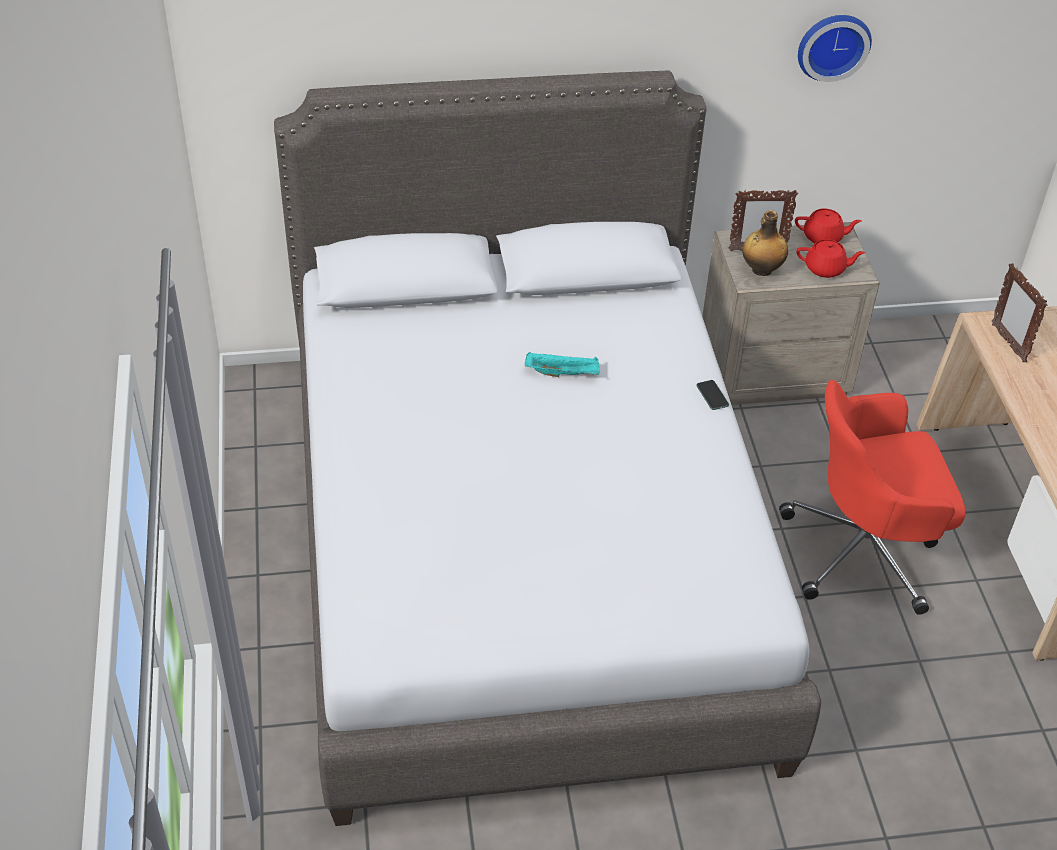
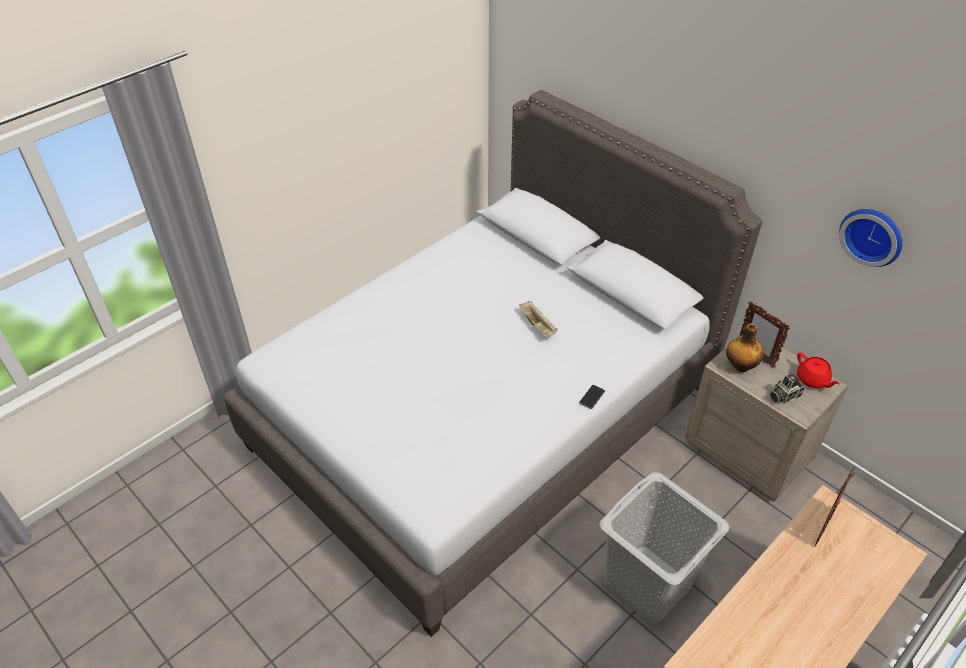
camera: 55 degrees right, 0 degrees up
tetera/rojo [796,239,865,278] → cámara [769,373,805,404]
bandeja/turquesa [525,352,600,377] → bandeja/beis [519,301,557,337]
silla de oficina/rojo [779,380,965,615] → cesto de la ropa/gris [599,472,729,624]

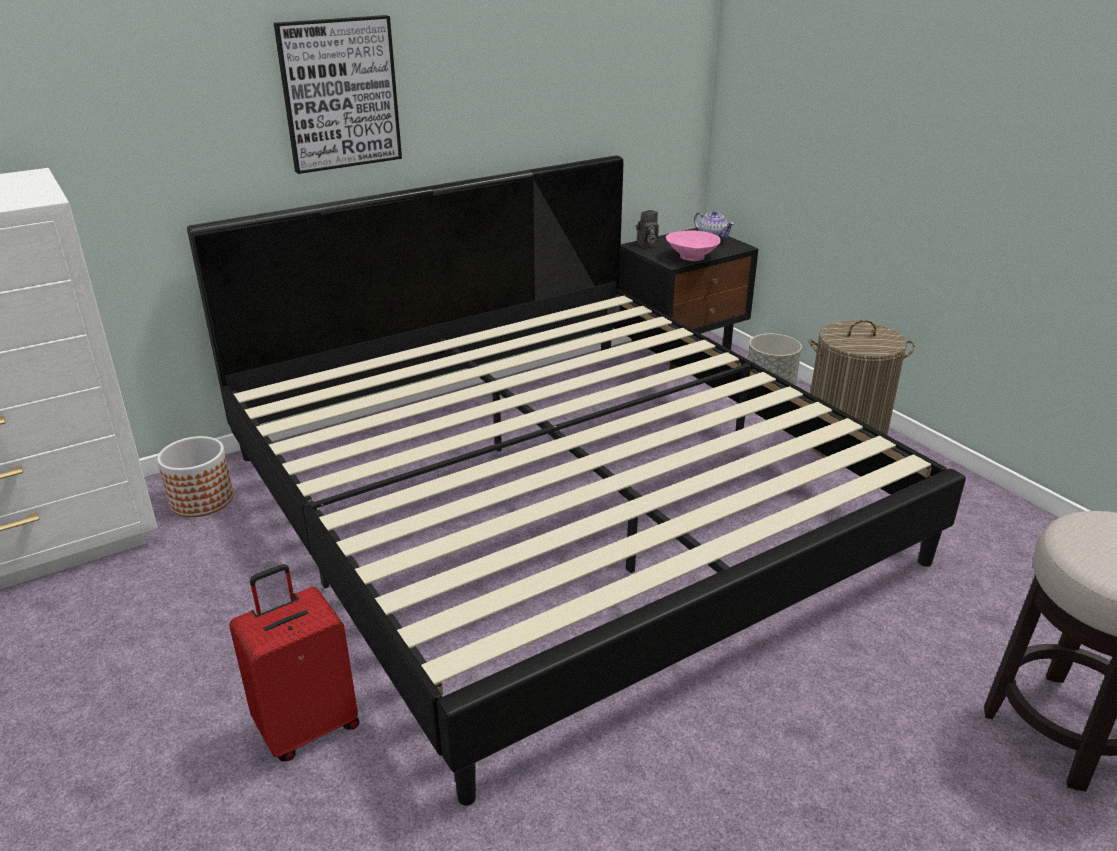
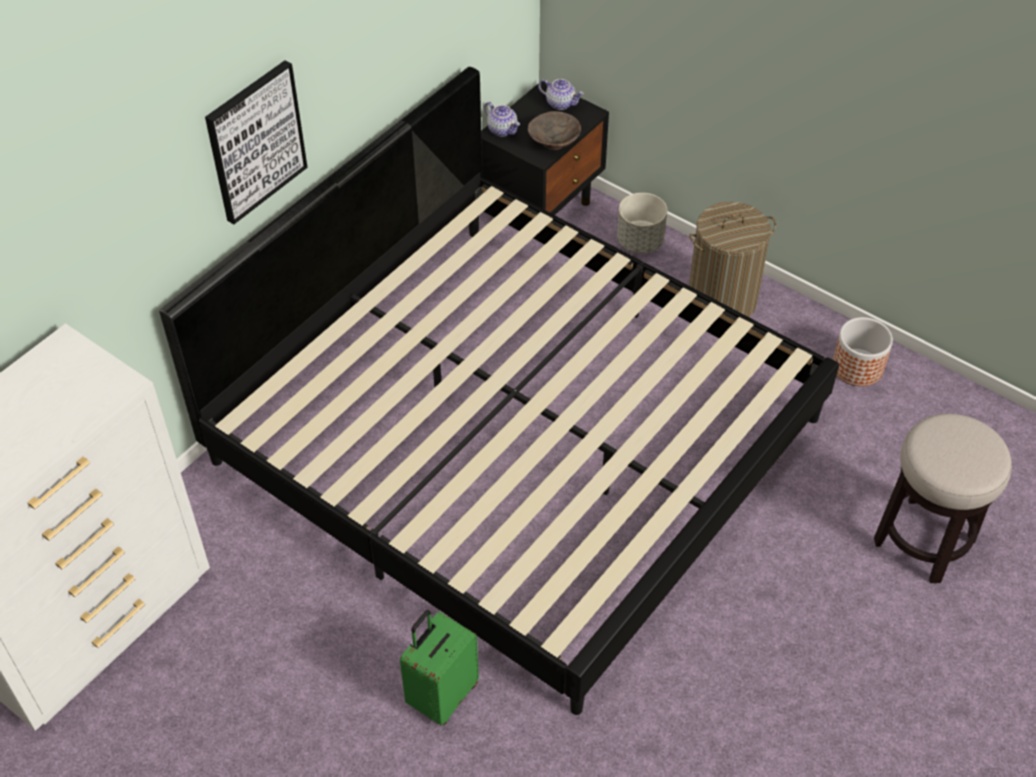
camera: 20 degrees left, 20 degrees up
cámara [636,210,659,248] → tetera [484,102,520,137]
cuenco/rosa [666,231,721,261] → cuenco/marrón [527,111,581,150]
maceta [157,436,233,517] → maceta [833,317,893,386], shifted
maleta/rojo [229,564,359,761] → maleta/verde [400,610,479,726]

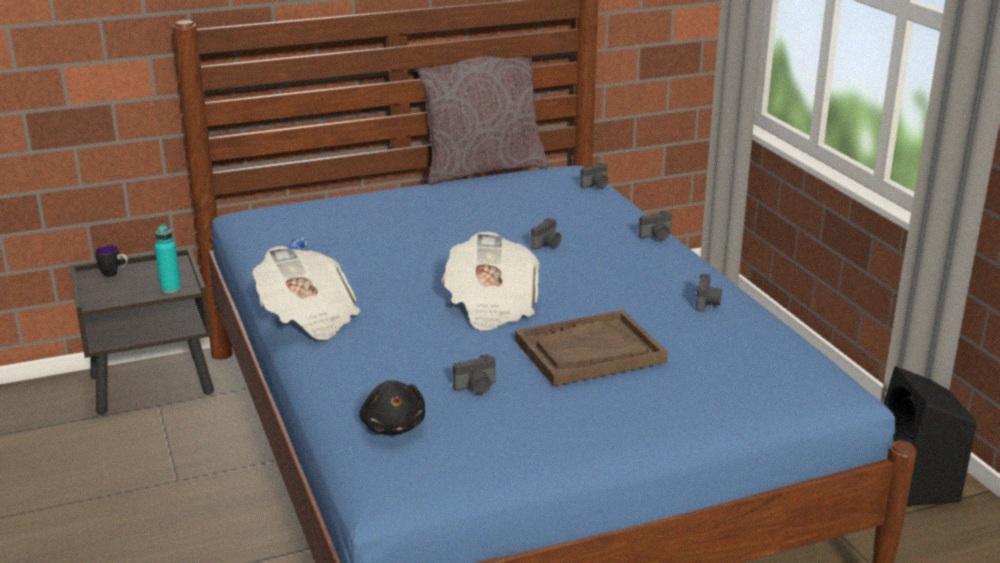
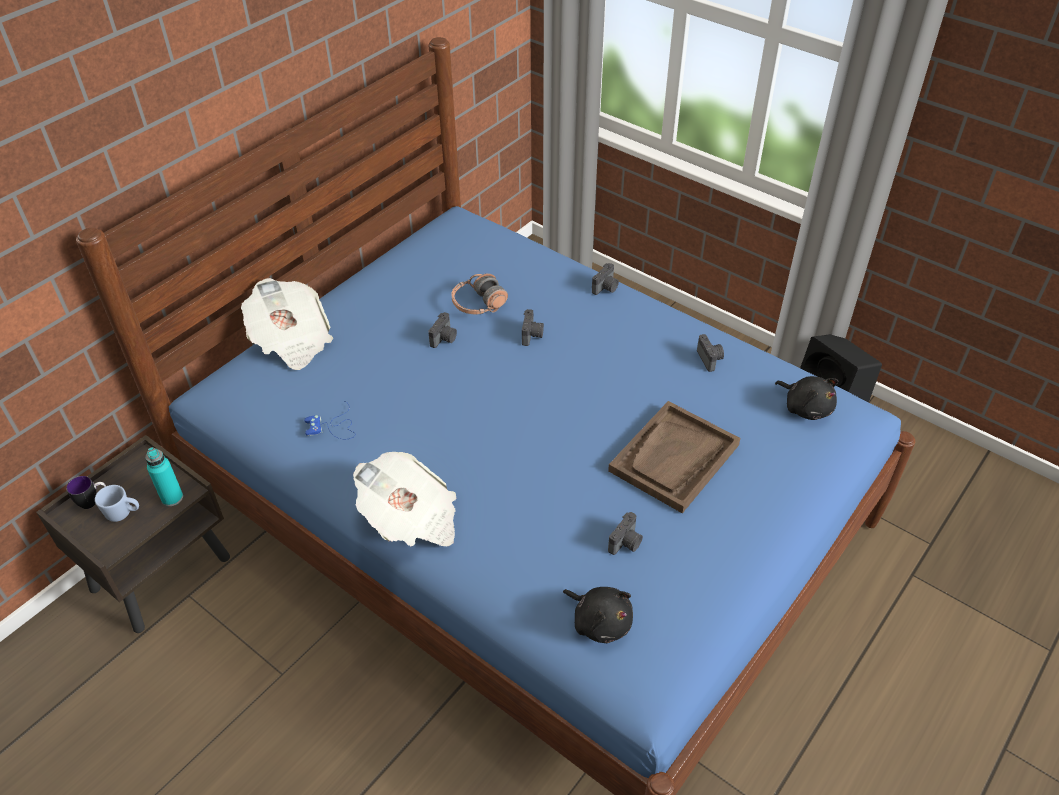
camera: 30 degrees left, 20 degrees up
cojín/gris [416,56,549,185] → -
cámara [580,162,609,189] → cámara [428,312,457,348], shifted
periódico [442,232,539,331] → periódico [241,278,333,370], shifted
- → auriculares [451,273,508,314]
- → peluche/negro [775,376,838,420]
- → taza grande/azul [95,485,139,522]

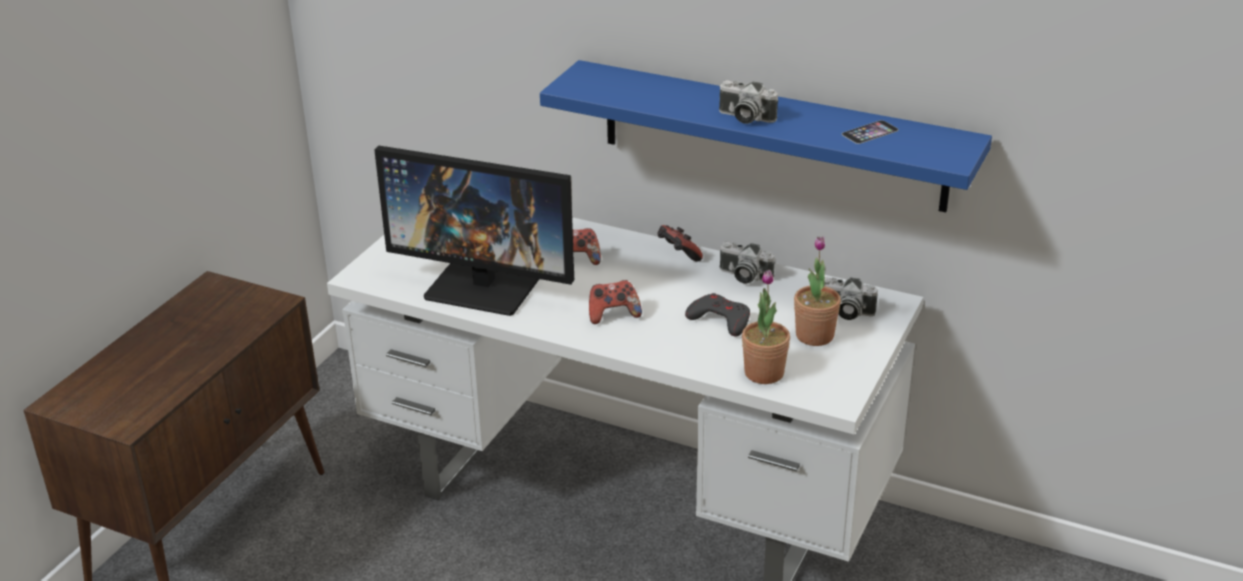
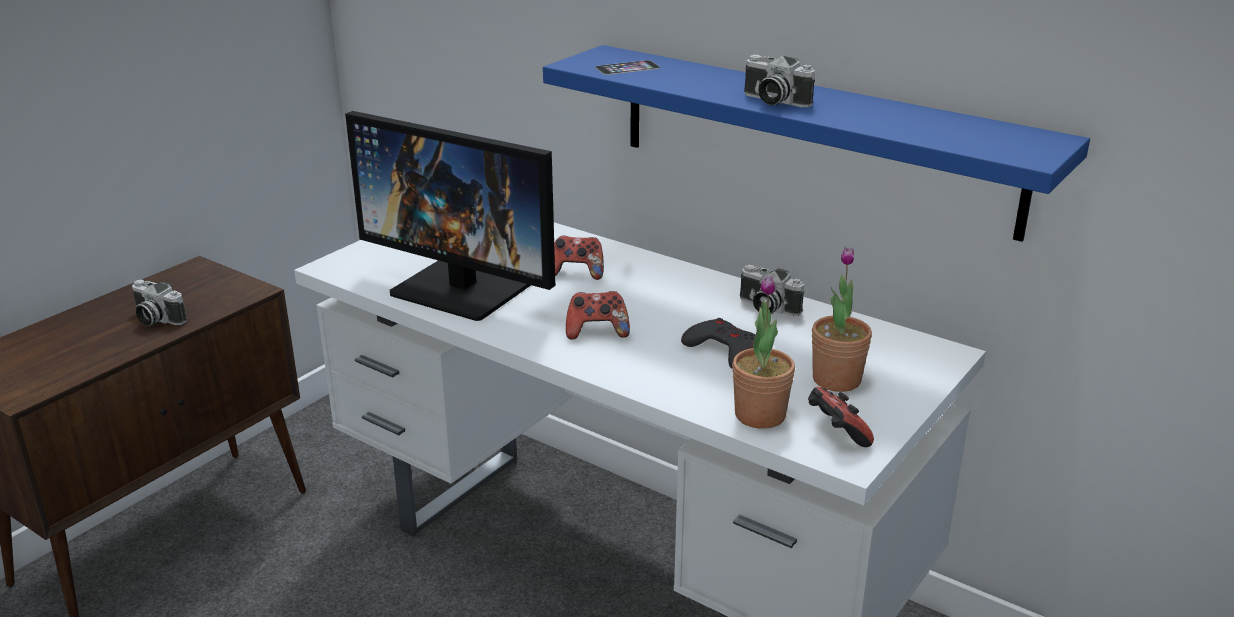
camera: 10 degrees right, 5 degrees down
móvil [842,120,898,144] → móvil [595,60,660,75], shifted
mando de consola [657,225,703,262] → mando de consola [808,387,874,447], shifted
cámara [824,277,878,320] → cámara [132,280,187,326], shifted

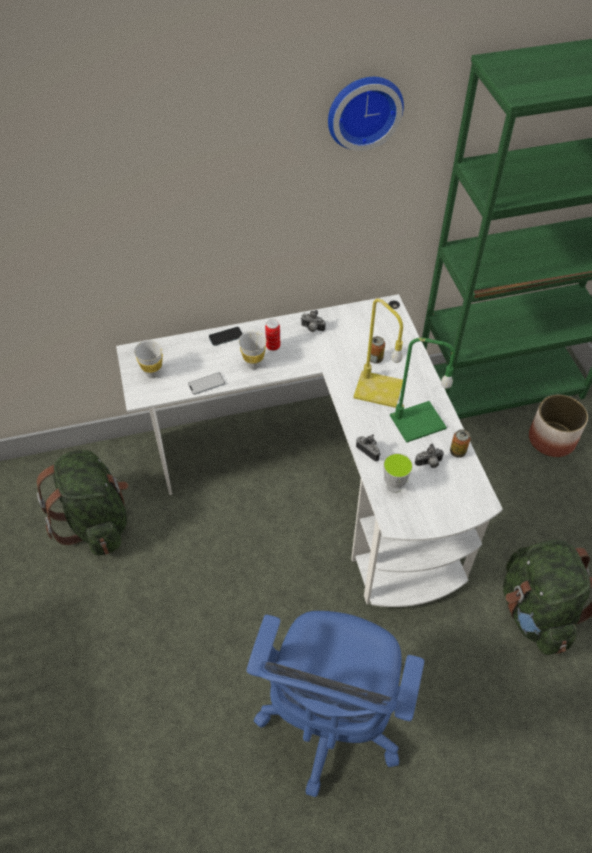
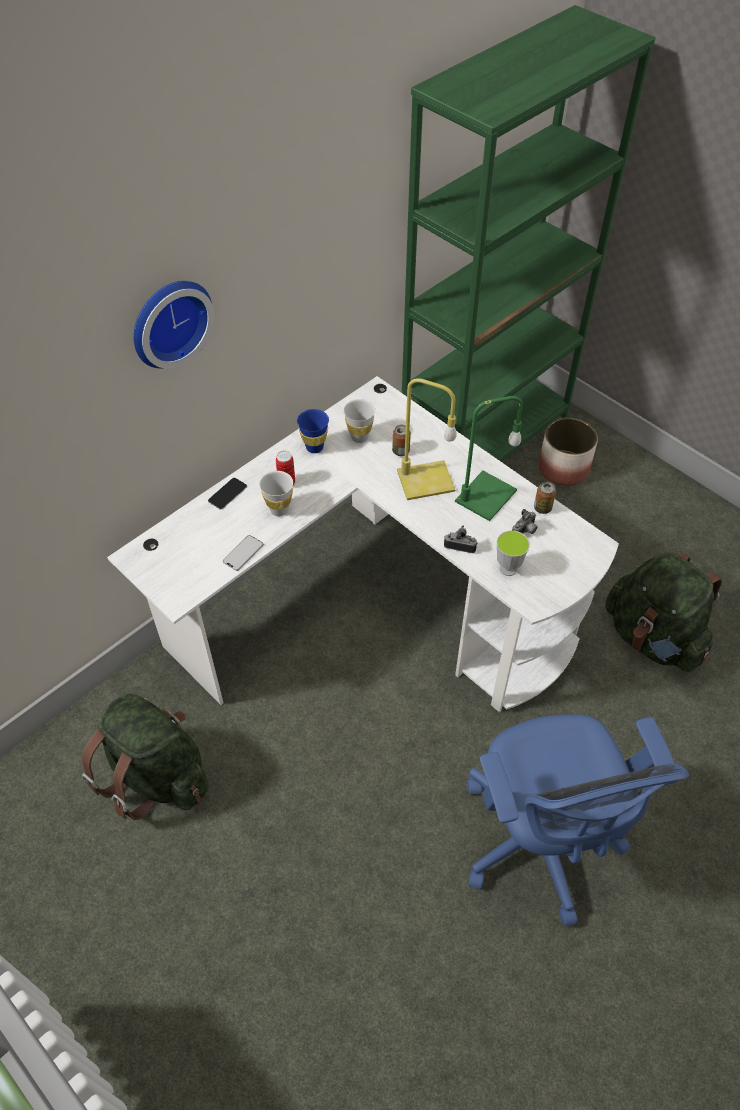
camera: 30 degrees left, 0 degrees up
reloj de pared [328,77,404,151] → reloj de pared [133,281,214,369], shifted
cámara [301,310,325,332] → taza/azul [297,409,329,453]
taza/blanco [134,340,163,378] → taza/blanco [344,399,375,443], shifted

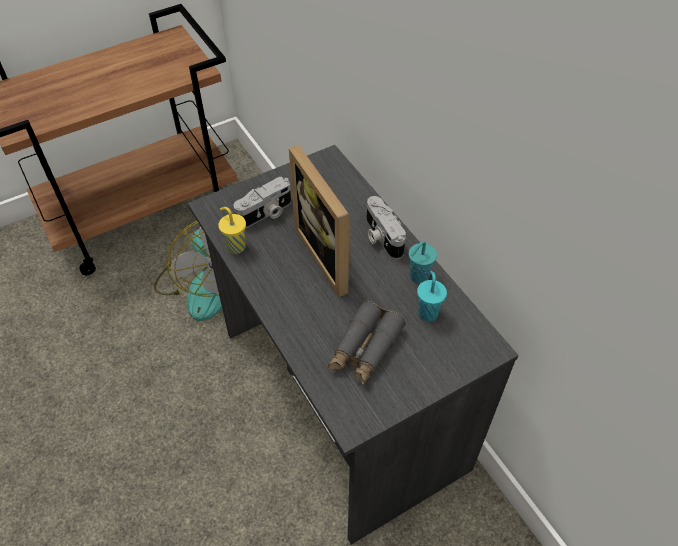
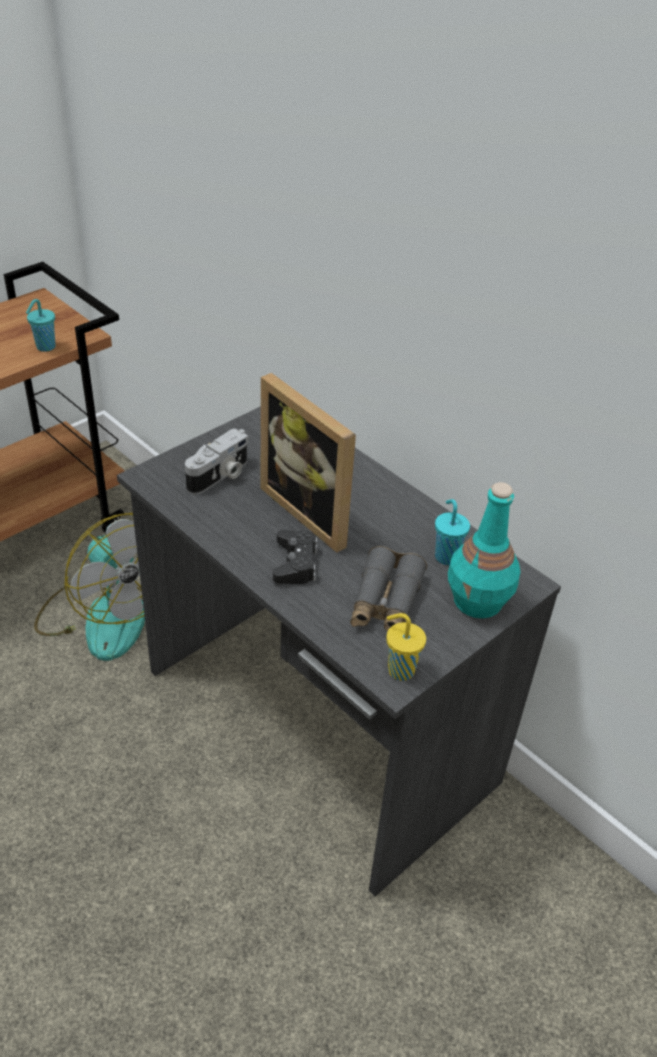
camera: 15 degrees left, 10 degrees down
cámara [366,196,406,259] → -
taza/amarillo [218,207,246,254] → taza/amarillo [386,613,426,681], shifted
taza/turquesa [409,241,437,284] → taza/turquesa [26,299,55,352], shifted
- → botella/turquesa [448,482,520,618]
- → mando de consola/negro [273,530,318,584]

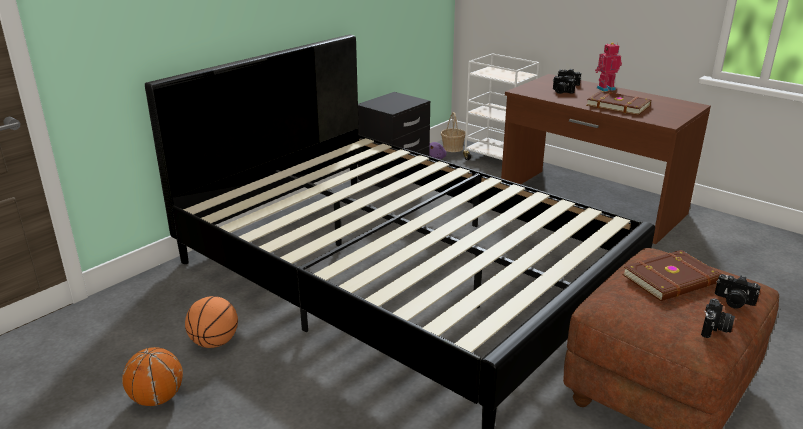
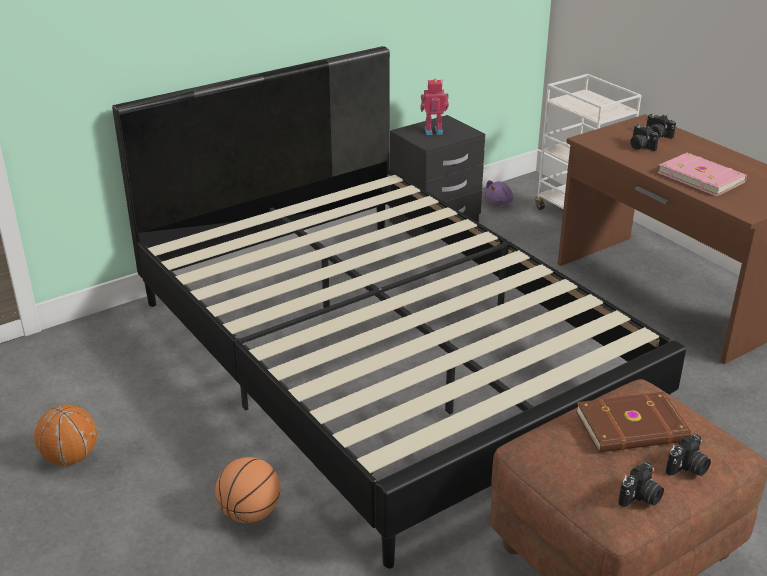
camera: 15 degrees right, 5 degrees up
robot de juguete [595,42,622,91] → robot de juguete [420,79,449,135], shifted
libro/marrón [586,91,651,115] → libro/rosa [658,152,747,196]
cesta [441,112,465,152] → -
cámara [715,274,760,309] → cámara [666,434,711,476], 90 degrees counterclockwise
balón de baloncesto [185,296,238,348] → balón de baloncesto [215,457,281,523], shifted

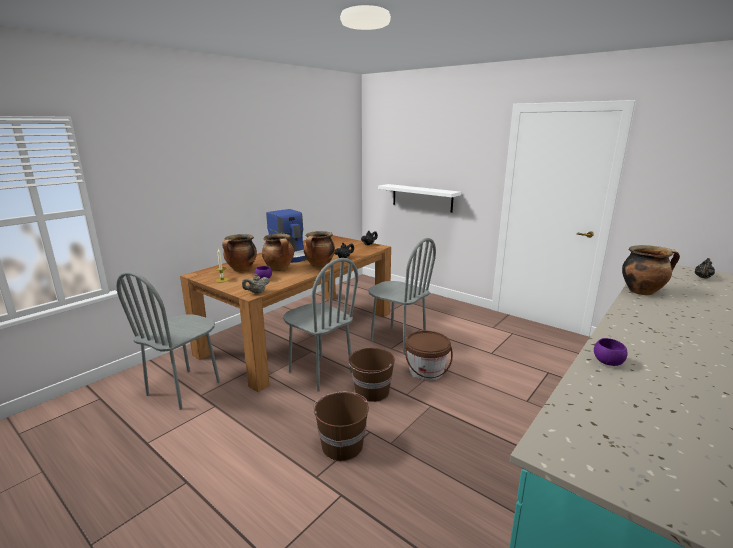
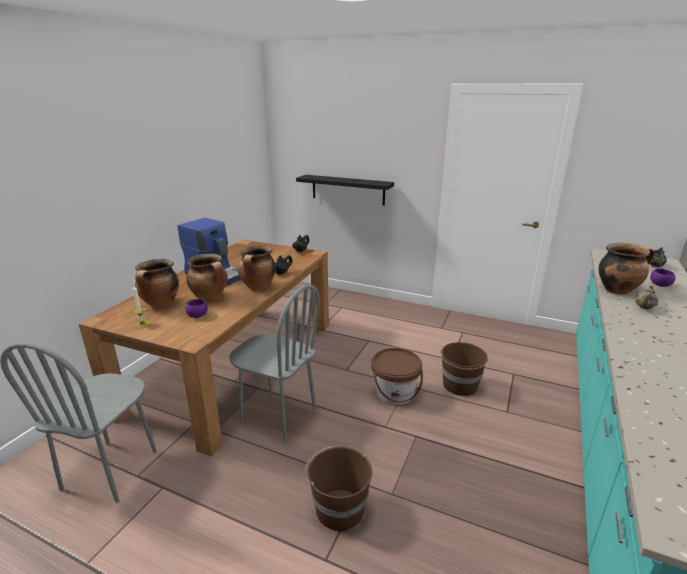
camera: 15 degrees left, 5 degrees up
estante/blanco [378,184,461,213] → estante/negro [296,175,394,206]
silla/gris [368,238,436,355] → -
tetera/beis [242,274,270,293] → tetera/beis [635,285,659,309], shifted
cuenco/morado [594,338,628,366] → cuenco/morado [650,269,676,287], shifted
cubo/marrón [348,348,395,402] → cubo/marrón [440,342,489,396], shifted

